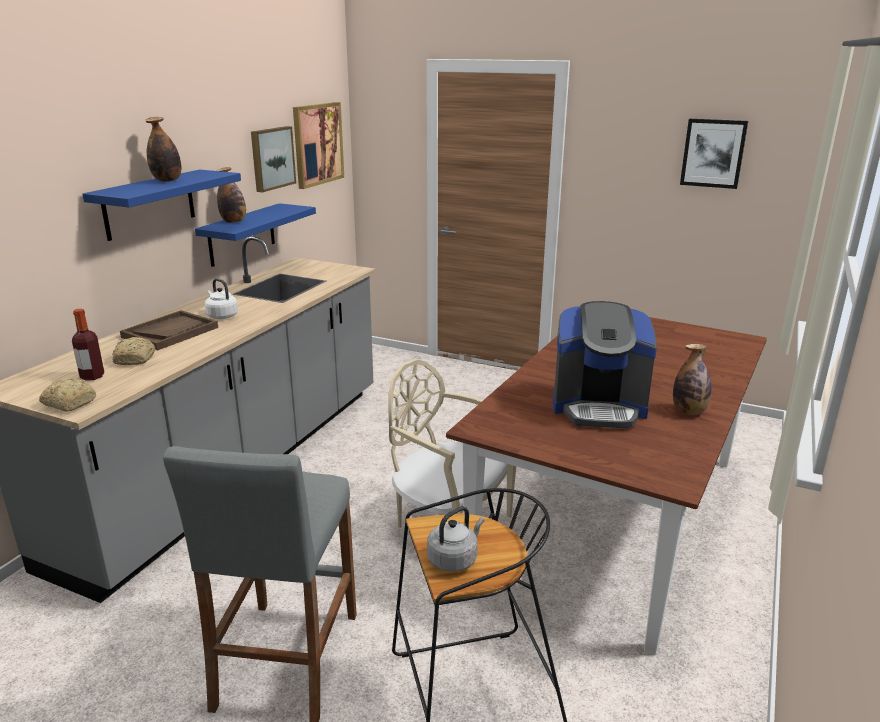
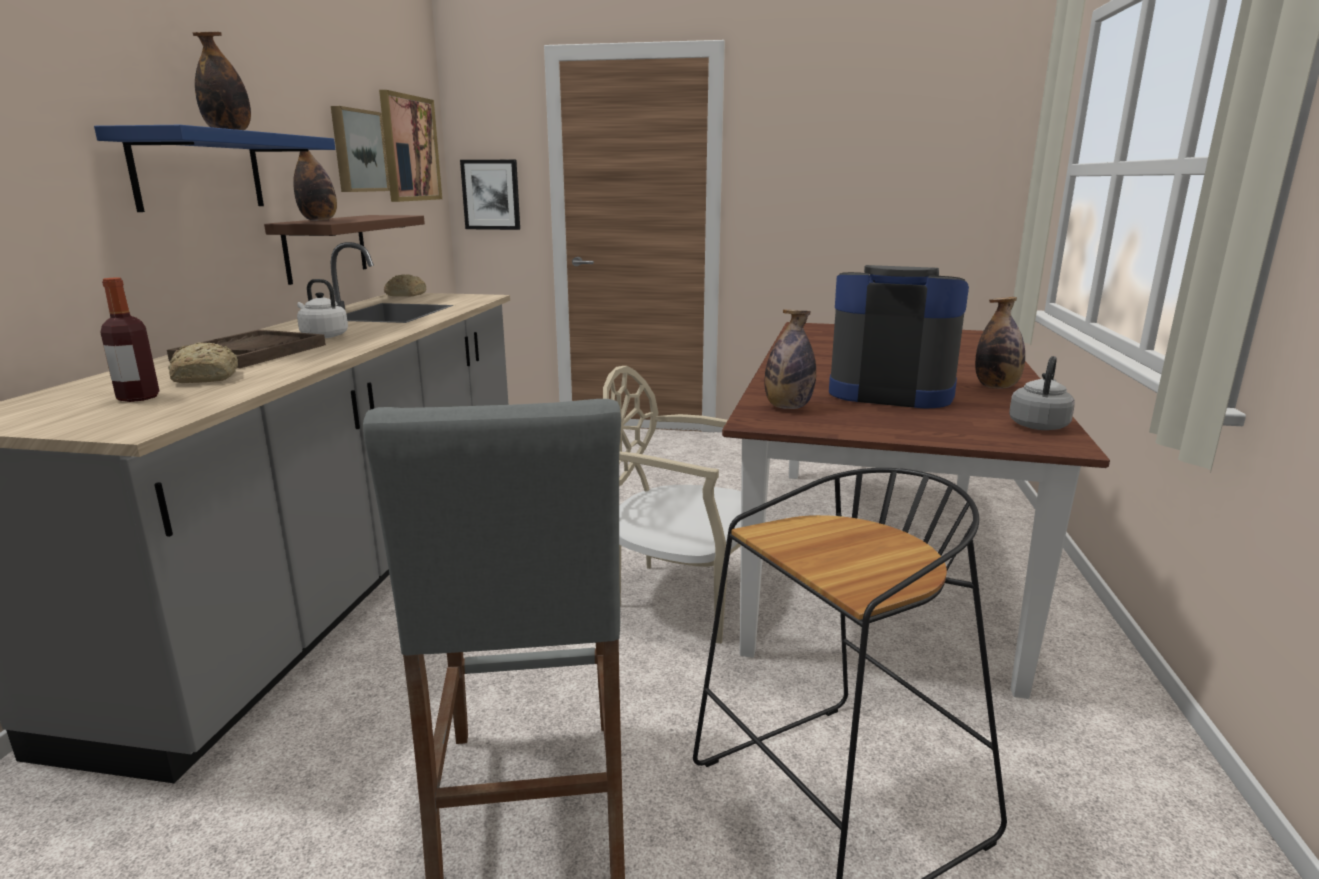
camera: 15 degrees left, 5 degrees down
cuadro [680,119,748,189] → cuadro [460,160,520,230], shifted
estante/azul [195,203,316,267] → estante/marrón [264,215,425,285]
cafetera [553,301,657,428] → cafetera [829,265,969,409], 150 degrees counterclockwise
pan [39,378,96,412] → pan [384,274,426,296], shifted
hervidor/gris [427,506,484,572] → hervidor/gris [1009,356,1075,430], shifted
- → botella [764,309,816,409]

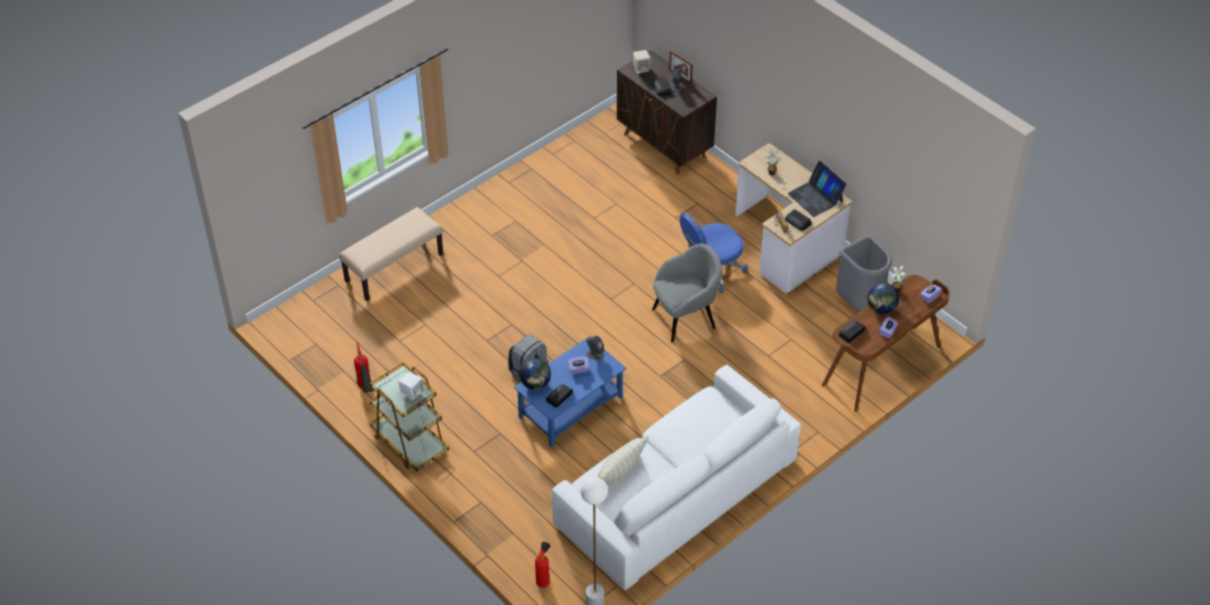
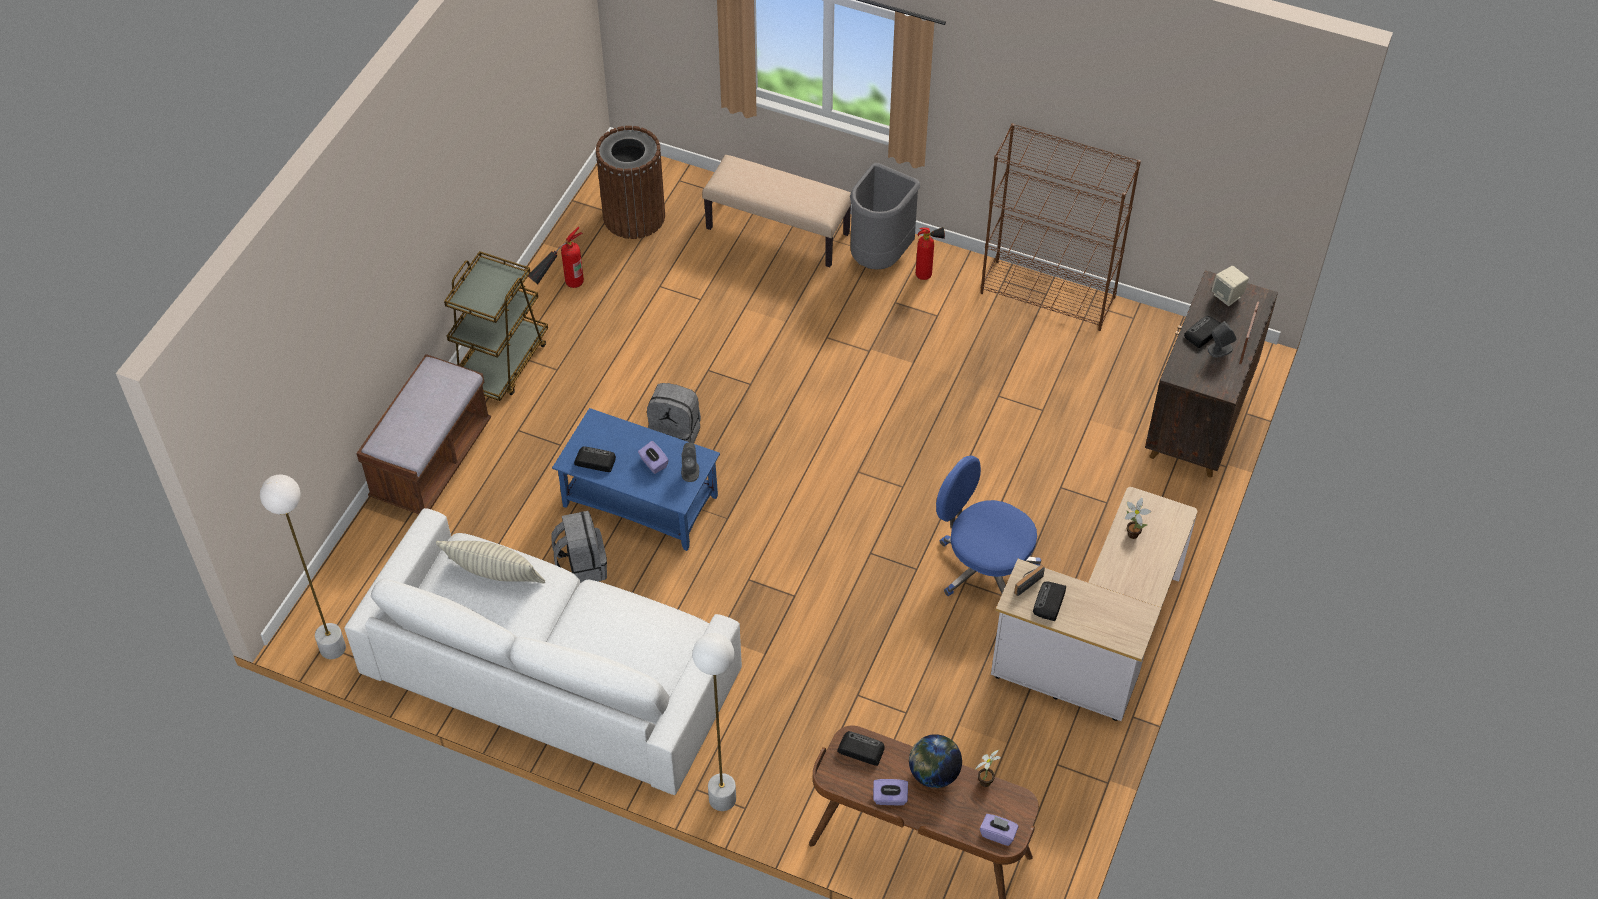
camera: 65 degrees right, 5 degrees up
portátil [788,161,847,217] → -
papelera/gris [836,236,892,311] → papelera/gris [850,163,920,269], shifted
sillón/gris [652,243,722,342] → -
globo terráqueo [519,358,551,390] → -
altavoz/blanco [398,371,424,400] → -
extintor [535,542,550,588] → extintor [916,227,945,280], shifted
- → estantería/marrón [981,123,1141,331]
- → papelera/marrón [596,126,665,239]
- → banco/marrón [356,354,491,514]
- → mochila/gris [551,511,607,583]
- → lámpara de pie/blanco [692,633,736,811]

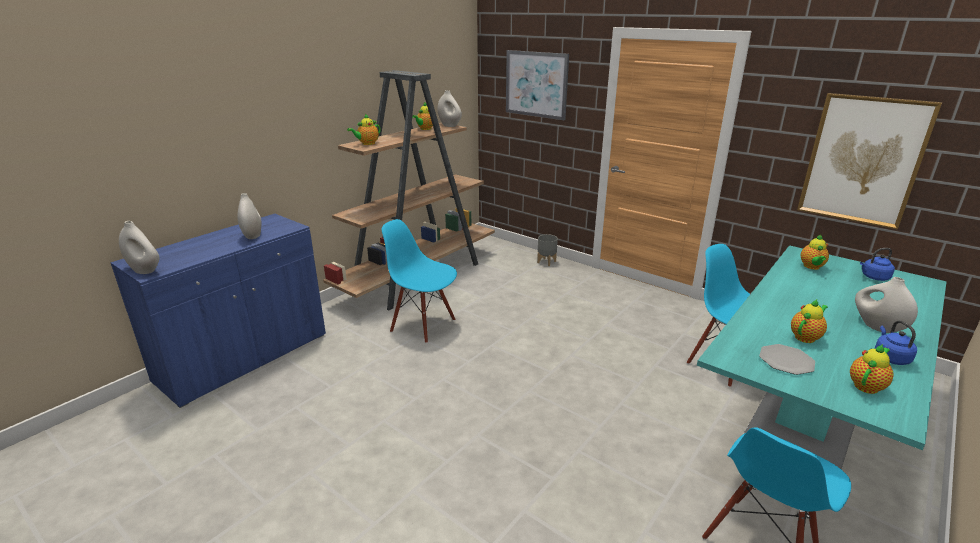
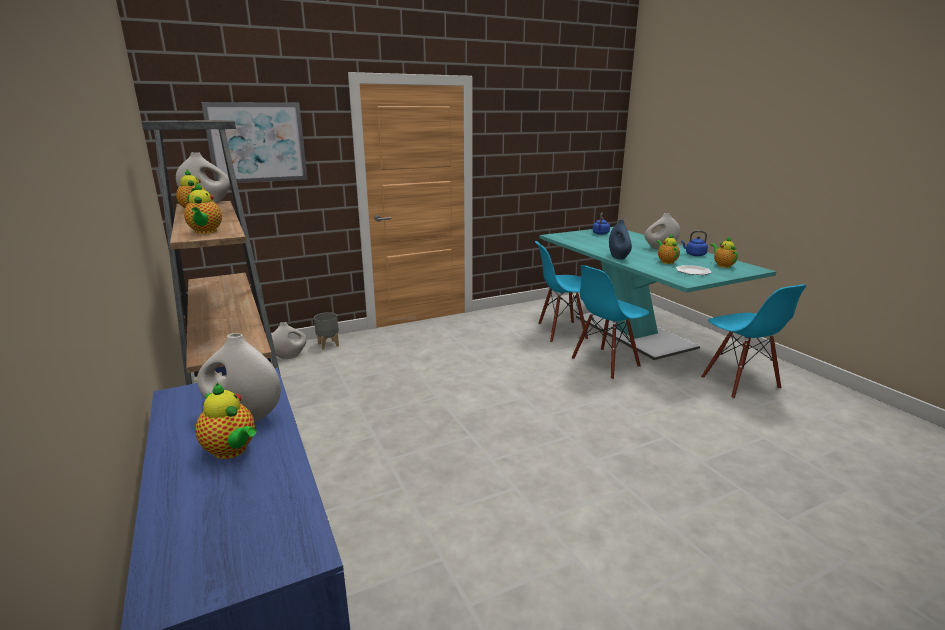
camera: 65 degrees left, 5 degrees down
cuadro [797,93,942,230] → -
silla/azul [382,219,457,343] → silla/azul [572,265,650,380], shifted
florero/blanco [119,221,159,274] → florero/blanco [272,322,307,359], shifted
tetera [801,235,829,270] → tetera [196,383,257,459], shifted
- → florero/azul [609,219,632,260]

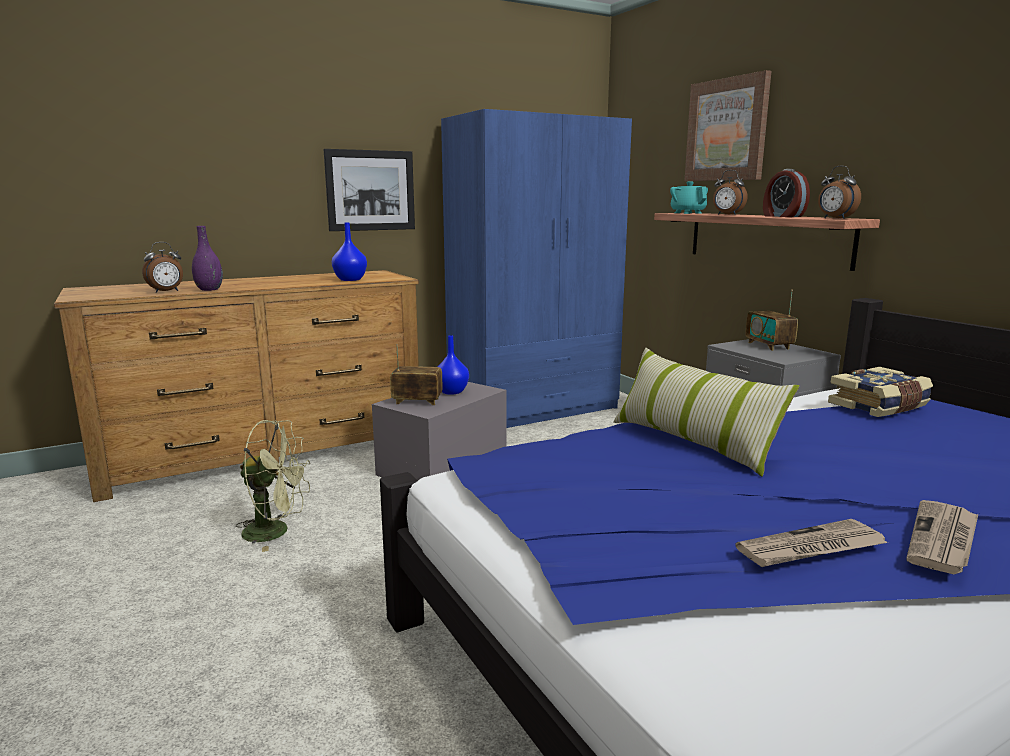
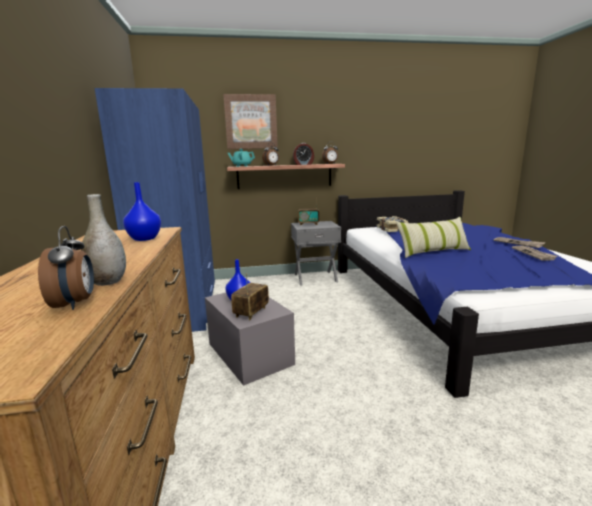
camera: 70 degrees left, 0 degrees up
cuadro [323,149,415,231] → -
florero/morado [192,226,223,291] → florero/gris [81,194,126,286]
ventilador/verde [236,420,310,552] → -

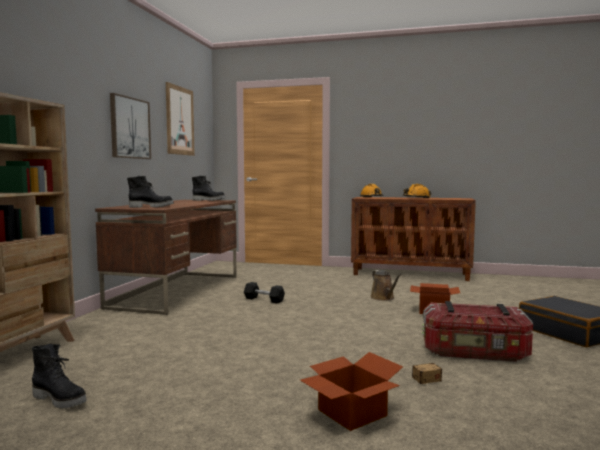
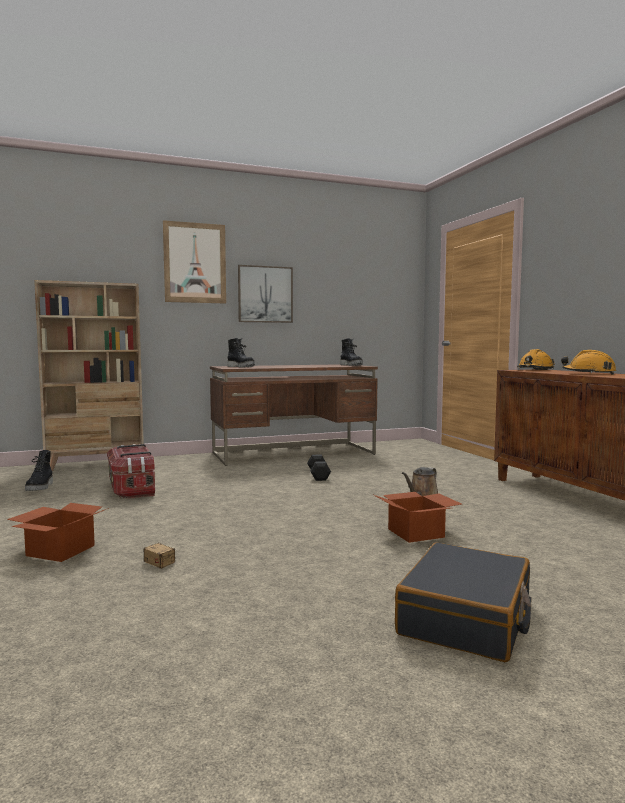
camera: 55 degrees right, 0 degrees up
cuadro [166,82,195,156] → cuadro [163,220,226,304], shifted
caja de almacenaje [422,301,533,362] → caja de almacenaje [107,444,155,499], shifted

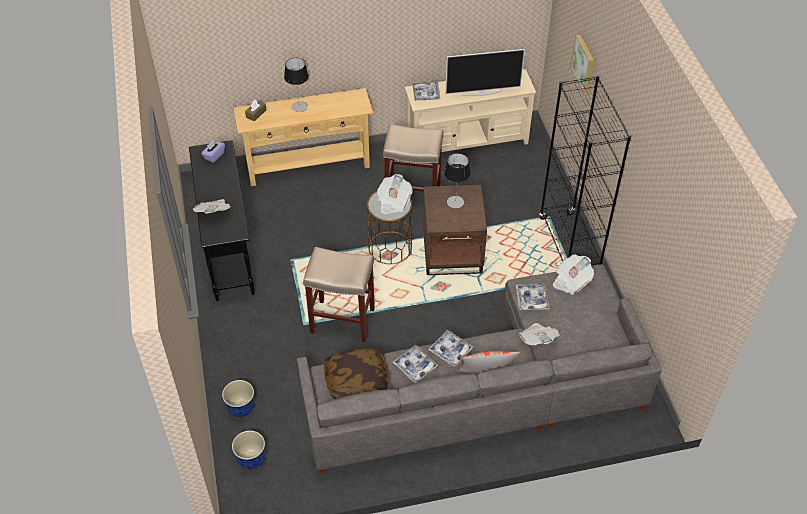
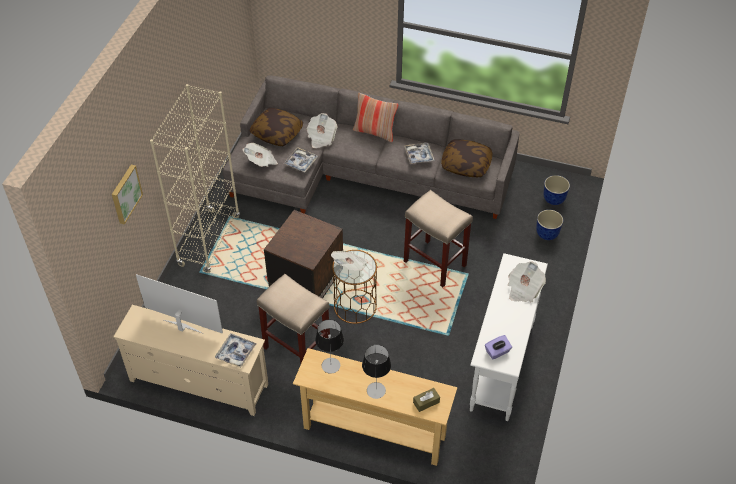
camera: 150 degrees left, 0 degrees up
estantería/negro [539,76,631,266] → estantería/beis [150,84,240,273]
mesa consola/negro [189,140,255,301] → mesa consola/blanco [470,253,548,421]
lámpara de mesa [444,153,470,208] → lámpara de mesa [315,320,344,374], shifted
bandeja [428,330,473,366] → -
- → cojín [250,108,303,146]

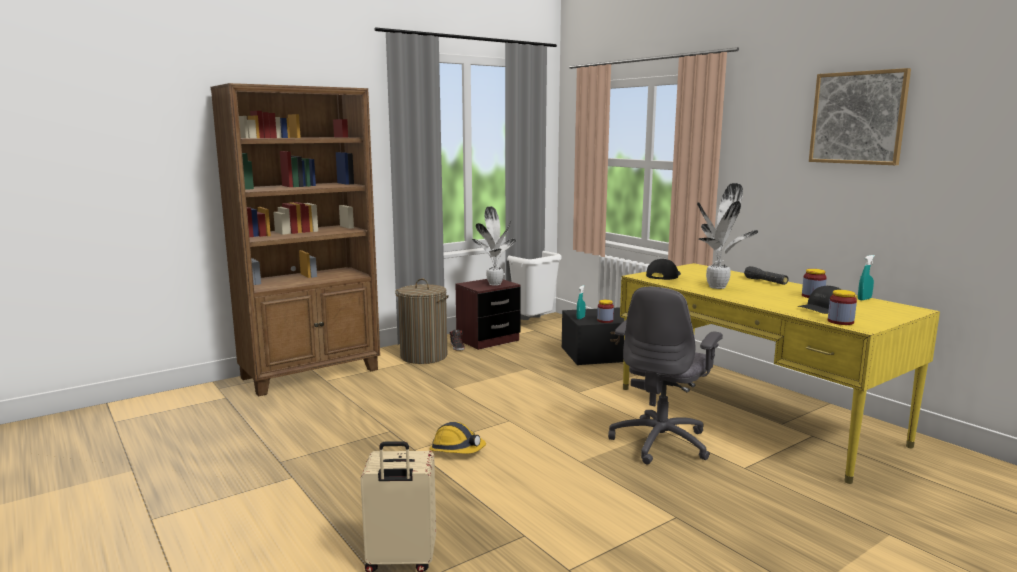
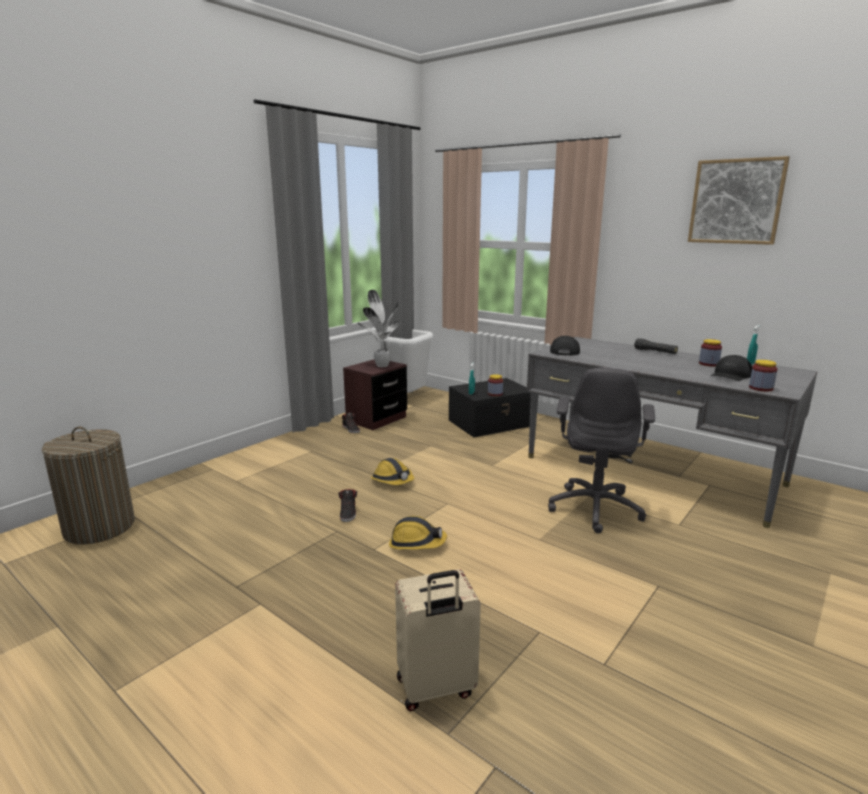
camera: 15 degrees left, 5 degrees up
estantería/marrón [211,83,380,396] → -
planta en maceta [697,183,758,289] → -
escritorio/amarillo [620,263,940,484] → escritorio/gris [527,337,818,528]
cesto de la ropa [395,278,449,364] → cesto de la ropa [42,427,135,544], shifted
- → casco [371,458,414,485]
- → zapato/negro [338,489,357,522]

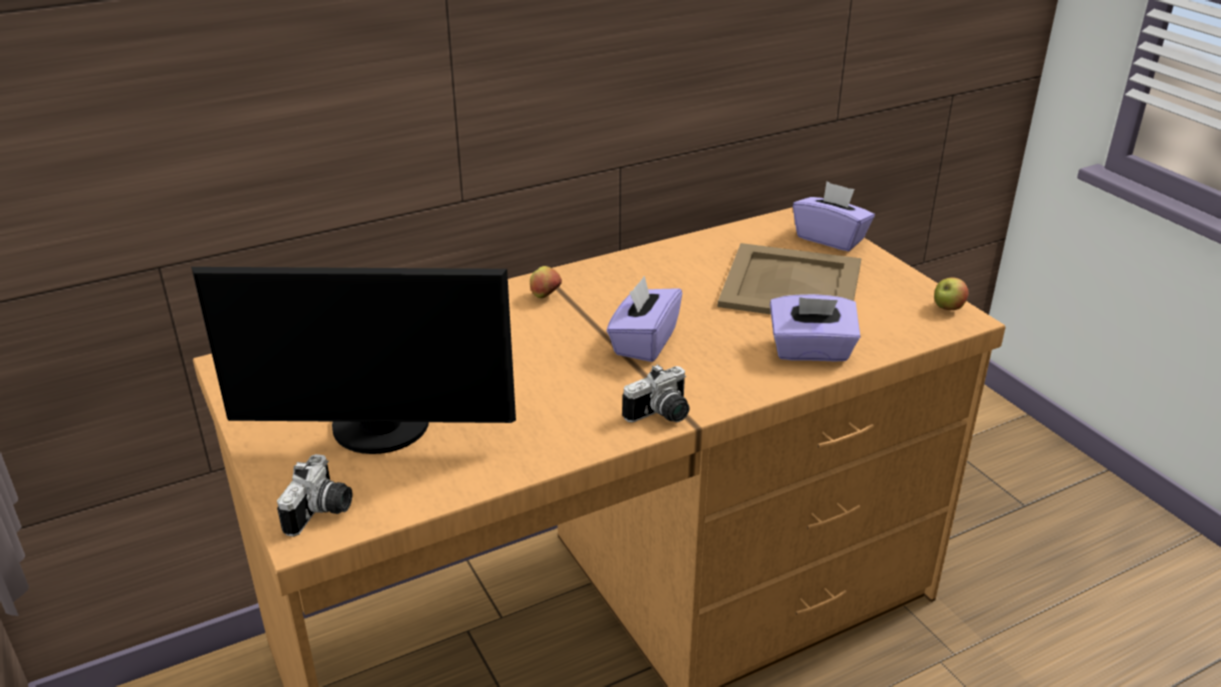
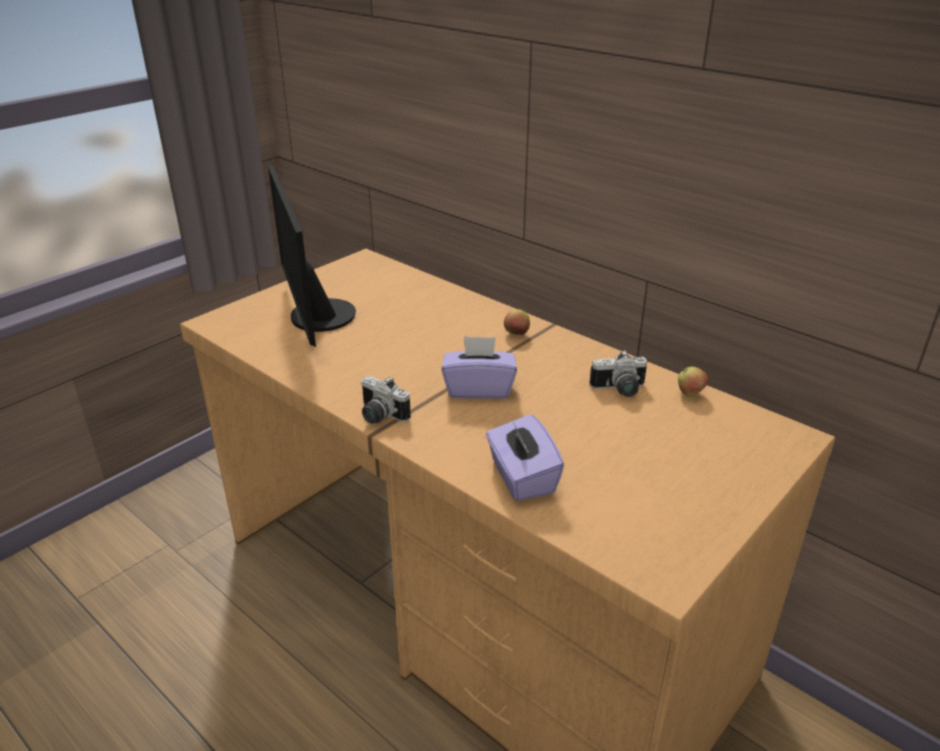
camera: 70 degrees right, 0 degrees up
caja de pañuelos/morado [793,182,875,251] → -
bandeja/beis [718,243,861,314] → -
manzana [934,277,969,310] → manzana [678,366,709,397], shifted
cámara [277,454,352,537] → cámara [590,350,647,397], shifted

